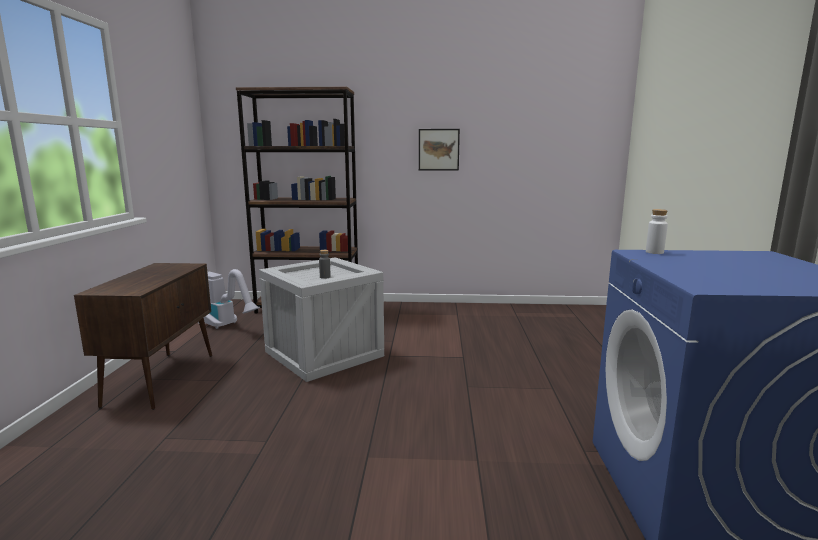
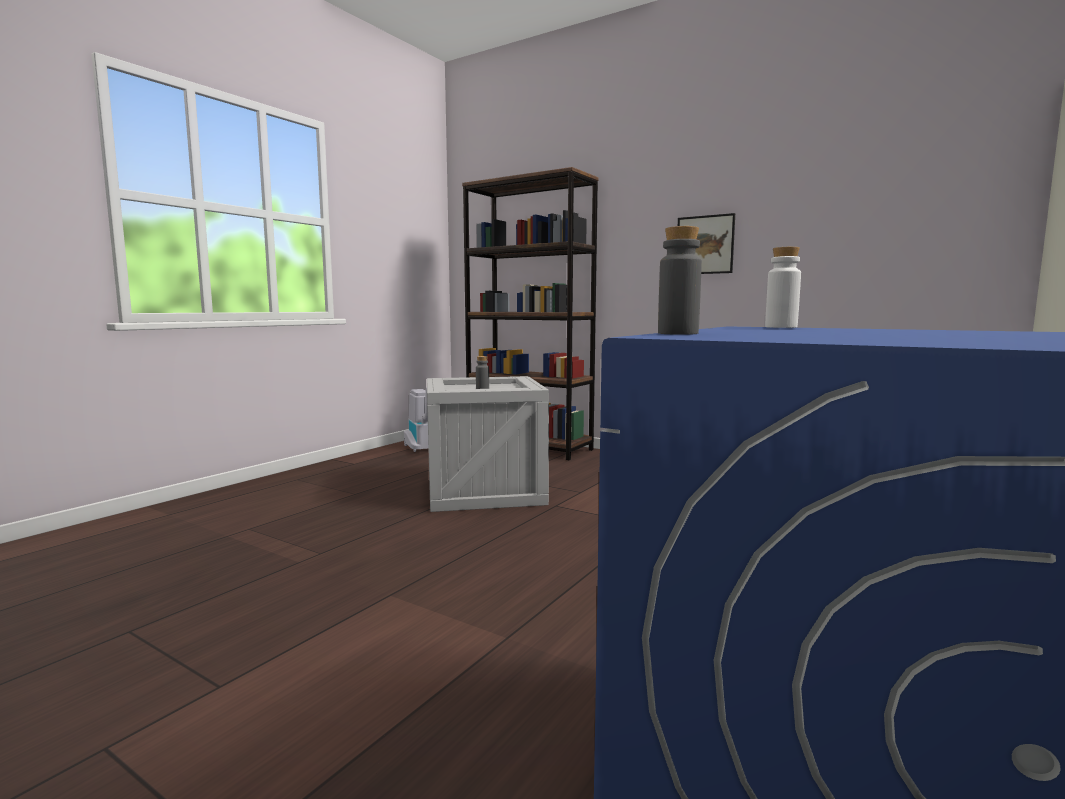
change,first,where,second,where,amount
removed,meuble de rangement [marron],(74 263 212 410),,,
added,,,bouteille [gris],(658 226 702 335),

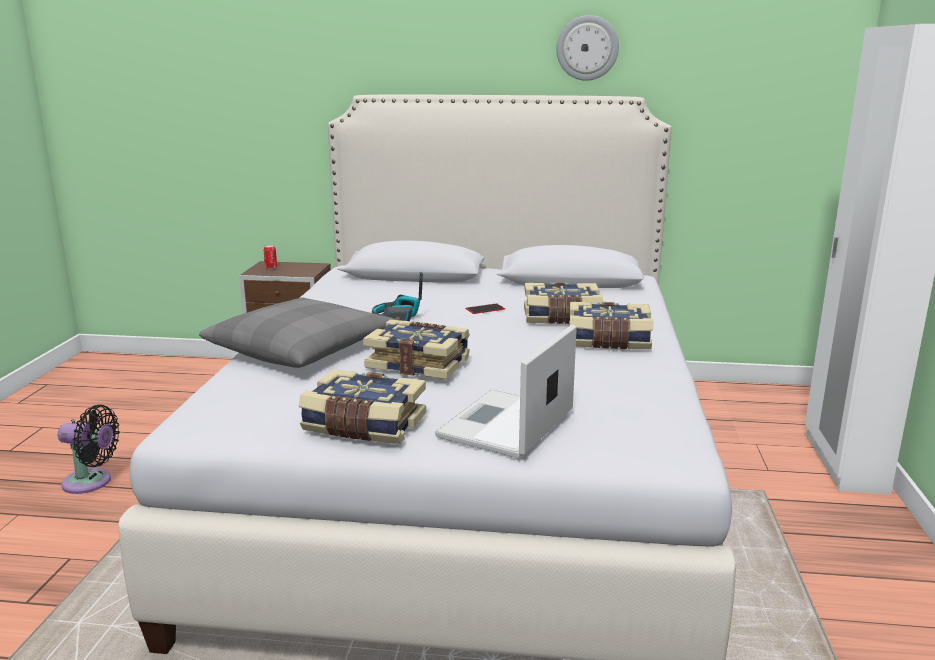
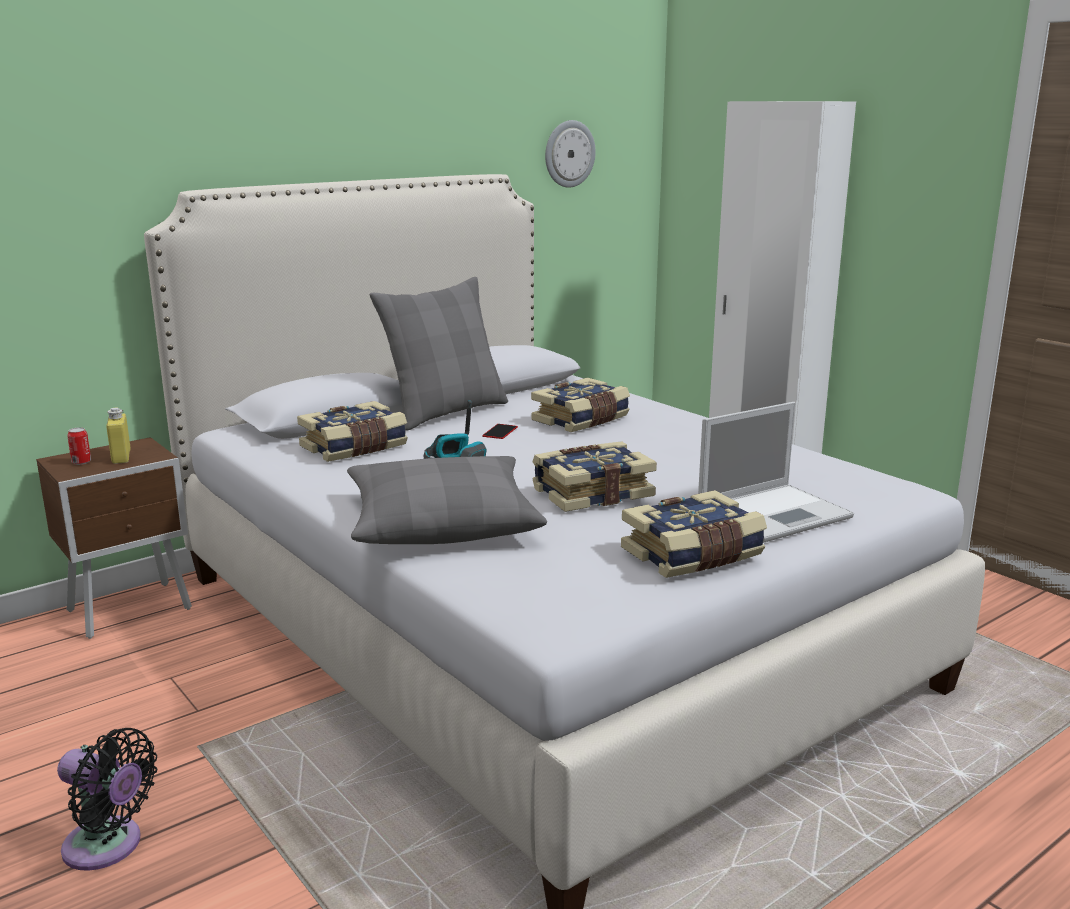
change,first,where,second,where,amount
turned,ventilateur [noir],(58 405 120 494),,(57 728 157 871),60 degrees clockwise
turned,ordinateur portable,(435 325 577 459),,(698 402 854 543),105 degrees counterclockwise
moved,horloge murale,(556 15 619 81),,(545 120 596 188),
moved,livre,(569 302 653 349),,(297 401 408 462),
added,,,bouteille [jaune],(106 408 131 464),
added,,,coussin [gris],(370 277 508 431),

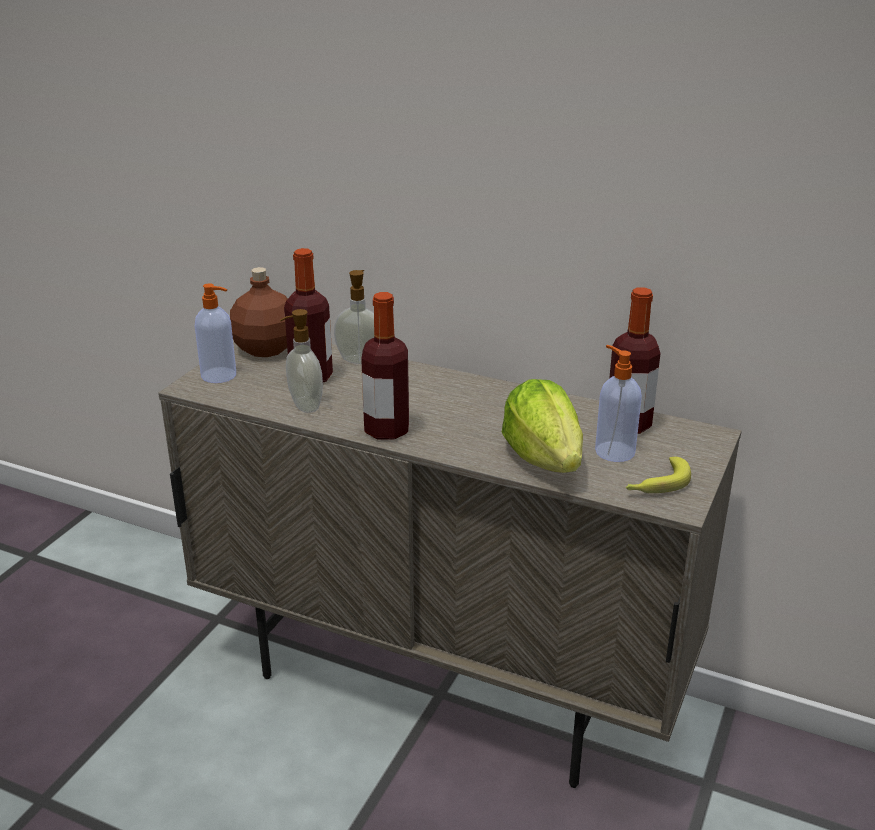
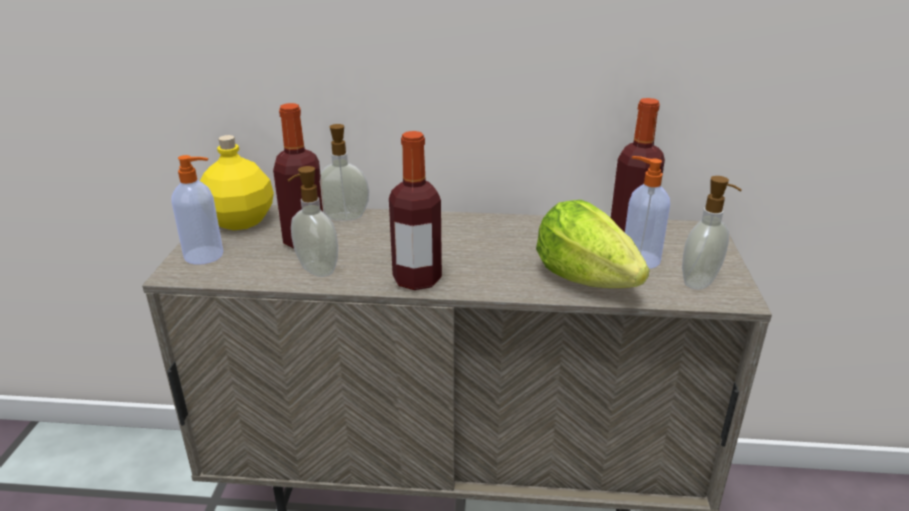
change,first,where,second,where,amount
recoloured,bouteille [marron],(230 267 288 357),bouteille [jaune],(200 135 274 230),
replaced,banane,(626 457 691 493),distributeur de savon,(682 176 742 290),

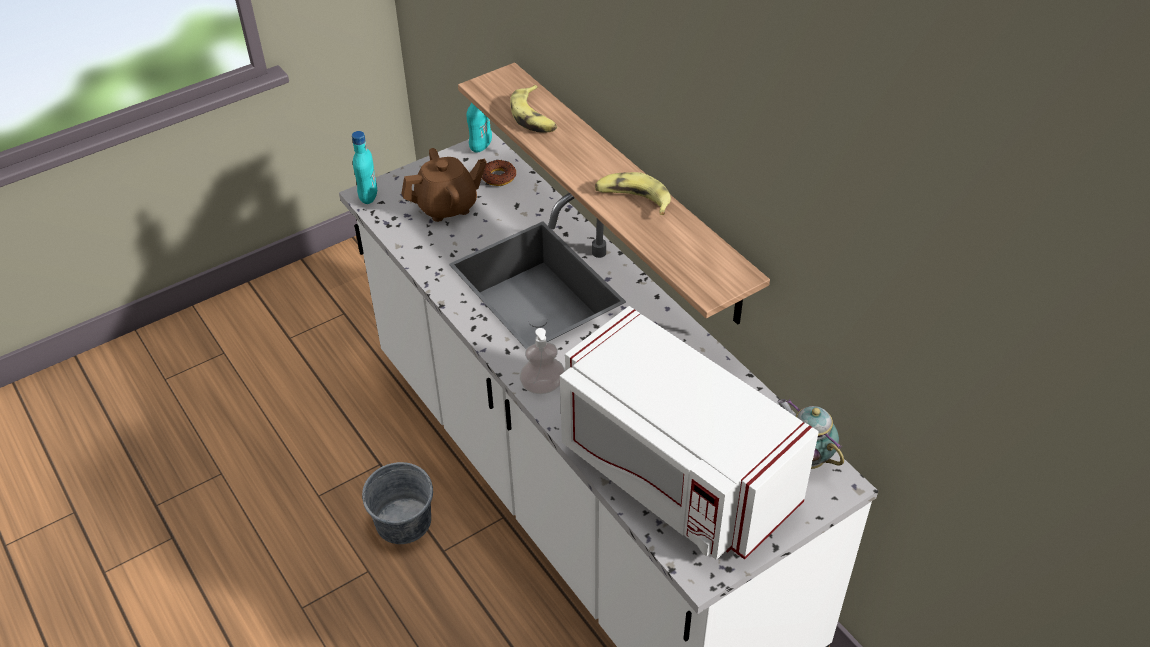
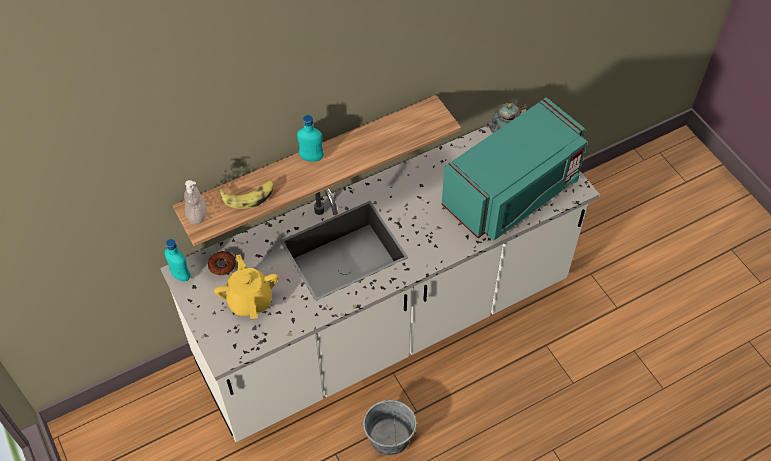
change,first,where,second,where,amount
moved,bouteille [turquoise],(352 131 377 204),,(297 115 324 162),
recoloured,théière [marron],(401 148 487 222),théière [jaune],(214 255 278 319),
moved,distributeur de savon,(520 328 565 394),,(184 180 207 225),
recoloured,micro-ondes [blanc],(560 306 819 560),micro-ondes [turquoise],(442 97 587 240),
removed,banane,(595 172 671 215),,,

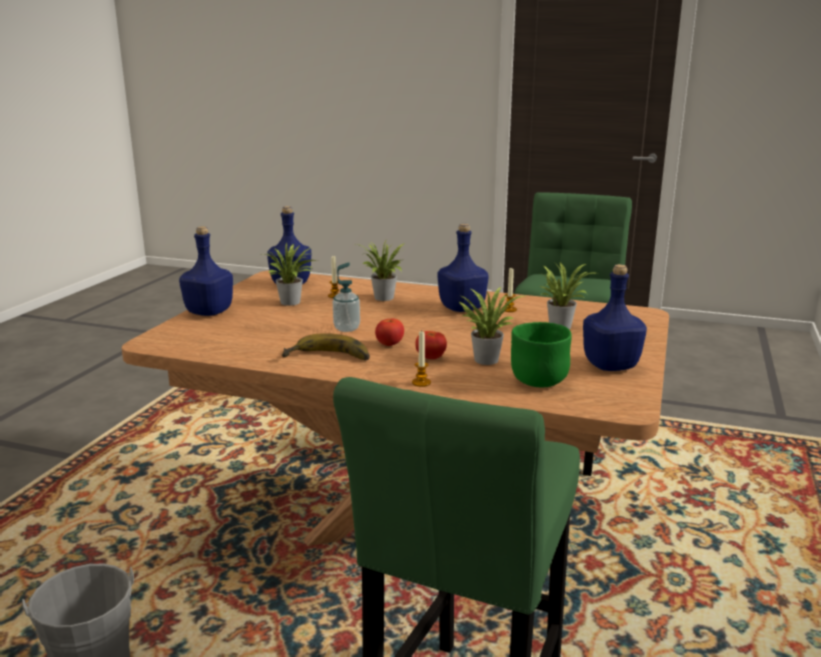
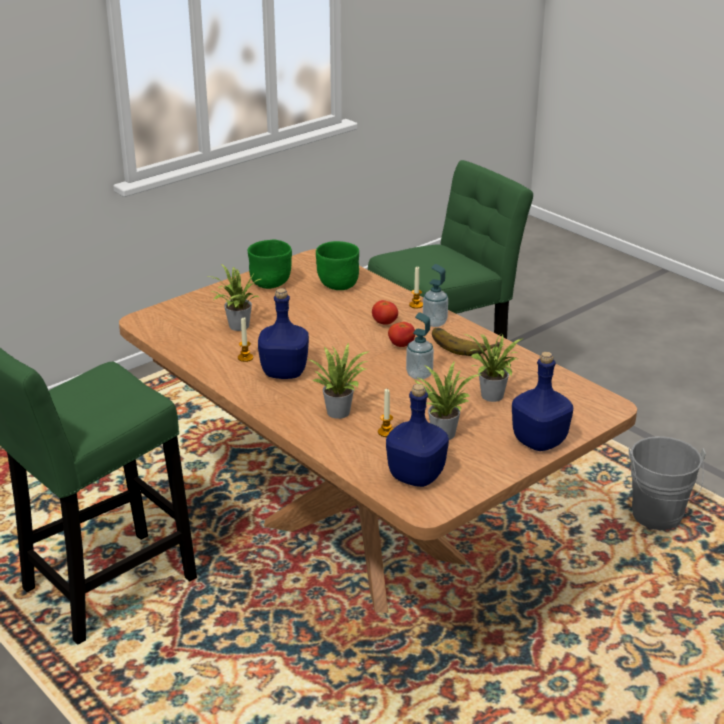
change,first,where,second,where,amount
moved,plante en pot,(459 287 525 365),,(465 334 524 402),
replaced,bouteille [bleu],(583 264 647 371),bol [vert],(248 239 292 289),
added,,,distributeur de savon,(423 264 448 327),

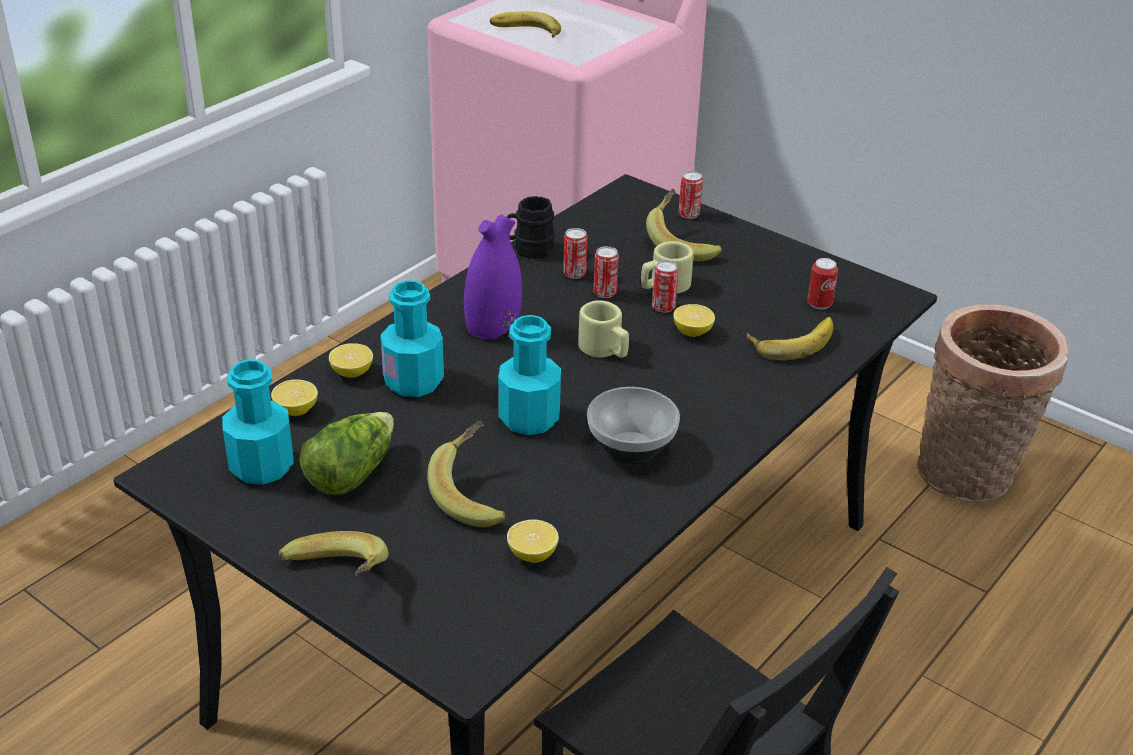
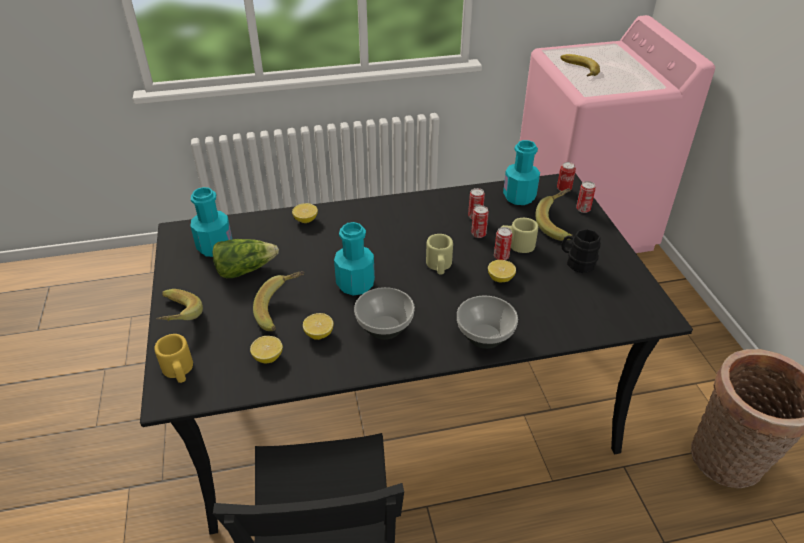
change,first,where,second,where,amount
moved,citron,(271 379 318 416),,(303 313 334 340),
moved,bouteille [turquoise],(380 280 444 397),,(503 140 540 205),
removed,vase [violet],(464 215 522 340),,,
moved,mug [noir],(506 196 555 259),,(561 229 601 273),
removed,banane,(746 317 833 360),,,
moved,boîte métallique,(807 258 838 310),,(557 162 576 193),
added,,,mug [jaune],(154 334 193 383),
added,,,bol,(457 295 518 349),

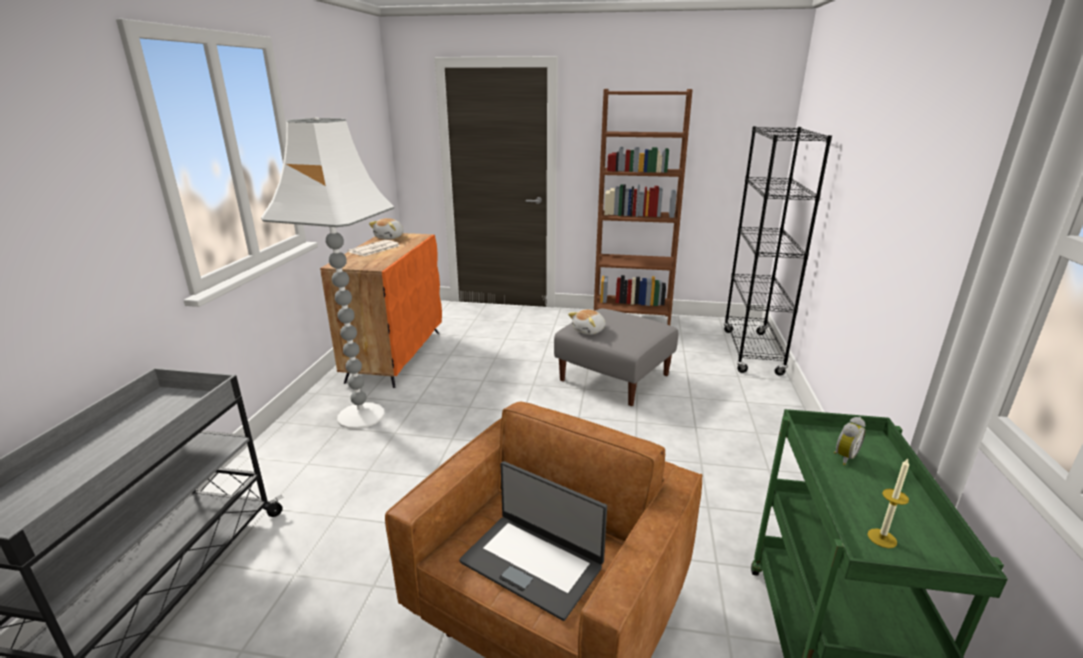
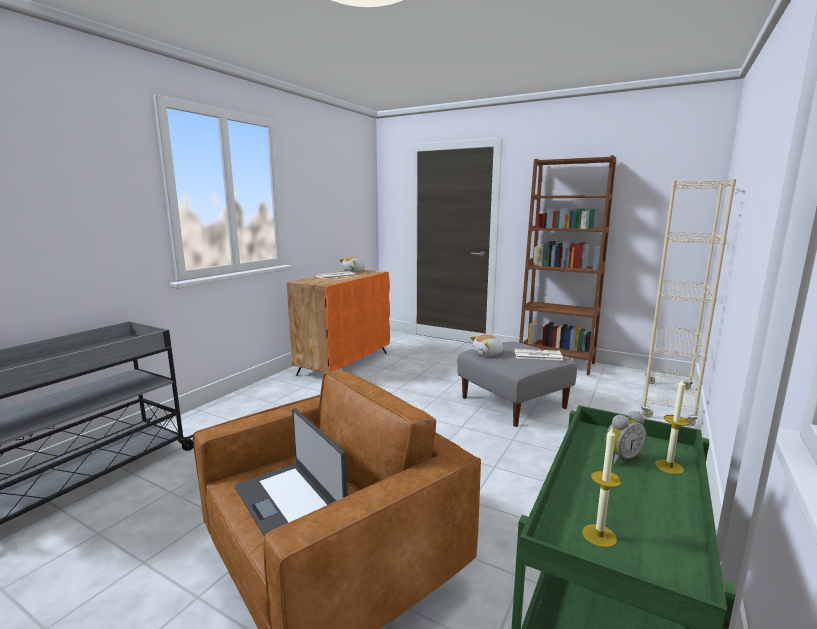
change,first,where,second,where,amount
removed,lampadaire [blanc],(261 117 394 429),,,
recoloured,bibliothèque [noir],(724 126 832 376),bibliothèque [beige],(641 179 736 426),
added,,,journal,(515 349 563 360),
added,,,bougie,(655 379 689 475),

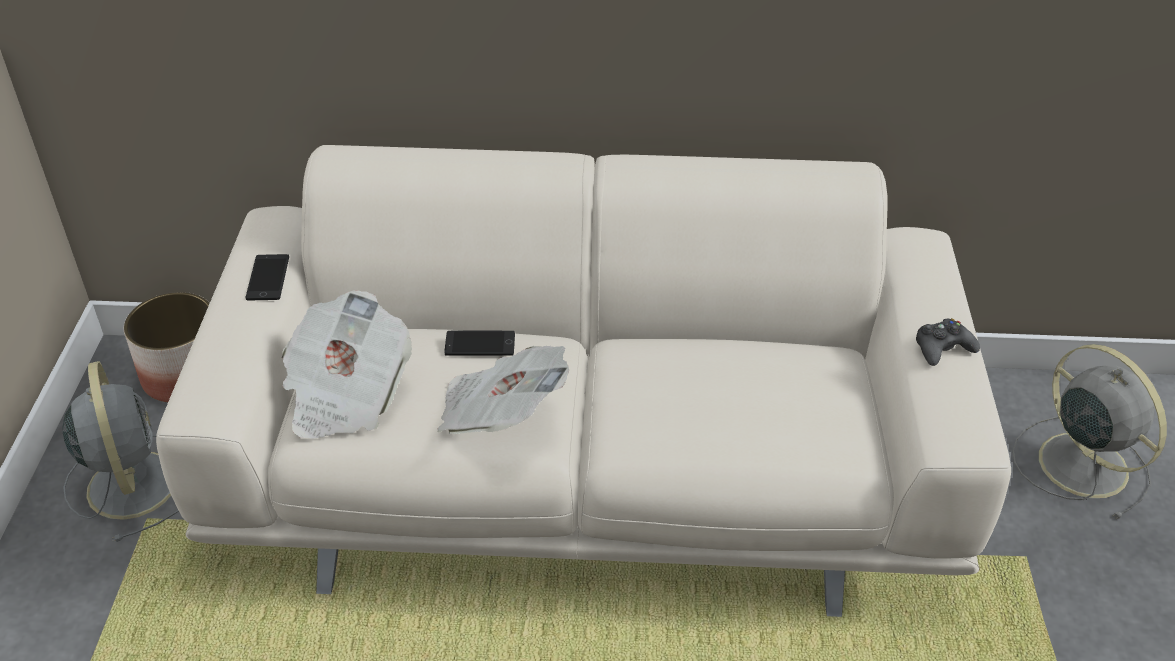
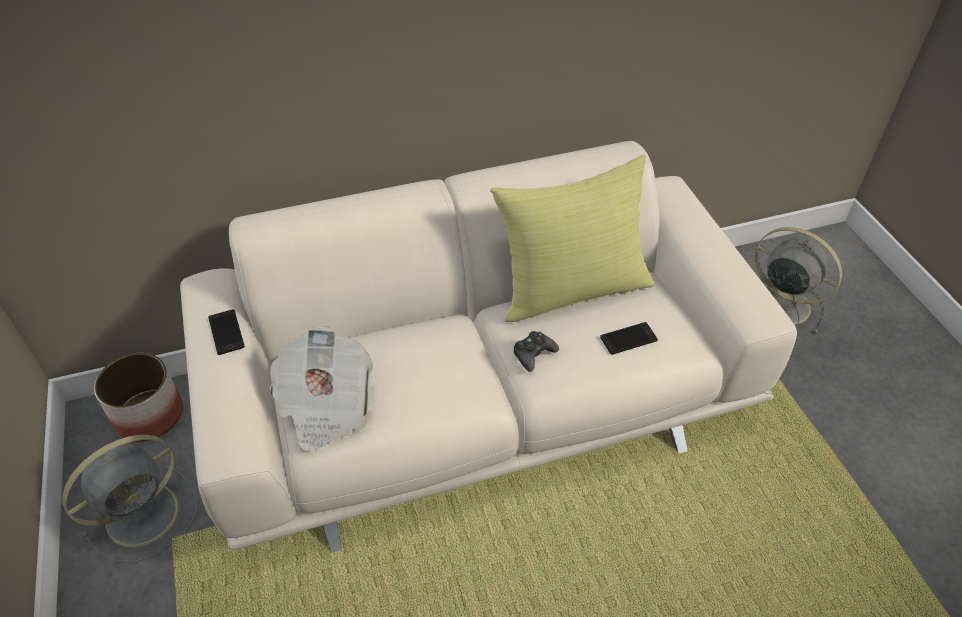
change,first,where,second,where,amount
turned,ventilateur [gris],(62 361 179 542),,(62 435 197 562),90 degrees clockwise
removed,journal,(437 346 569 434),,,
moved,téléphone,(444 331 515 356),,(600 322 658 355),
moved,manette [noir],(916 318 980 366),,(514 331 559 372),
added,,,coussin [jaune],(490 154 655 322),

